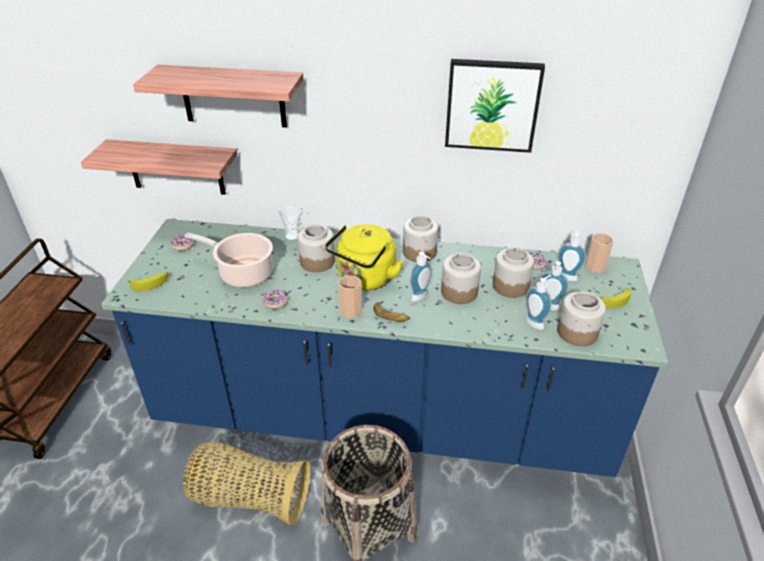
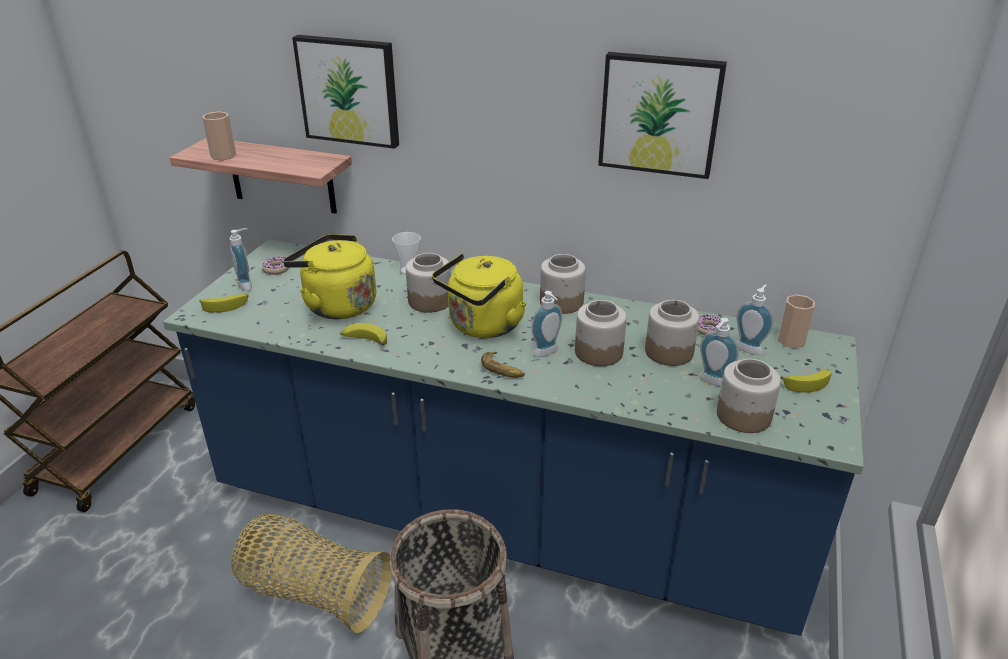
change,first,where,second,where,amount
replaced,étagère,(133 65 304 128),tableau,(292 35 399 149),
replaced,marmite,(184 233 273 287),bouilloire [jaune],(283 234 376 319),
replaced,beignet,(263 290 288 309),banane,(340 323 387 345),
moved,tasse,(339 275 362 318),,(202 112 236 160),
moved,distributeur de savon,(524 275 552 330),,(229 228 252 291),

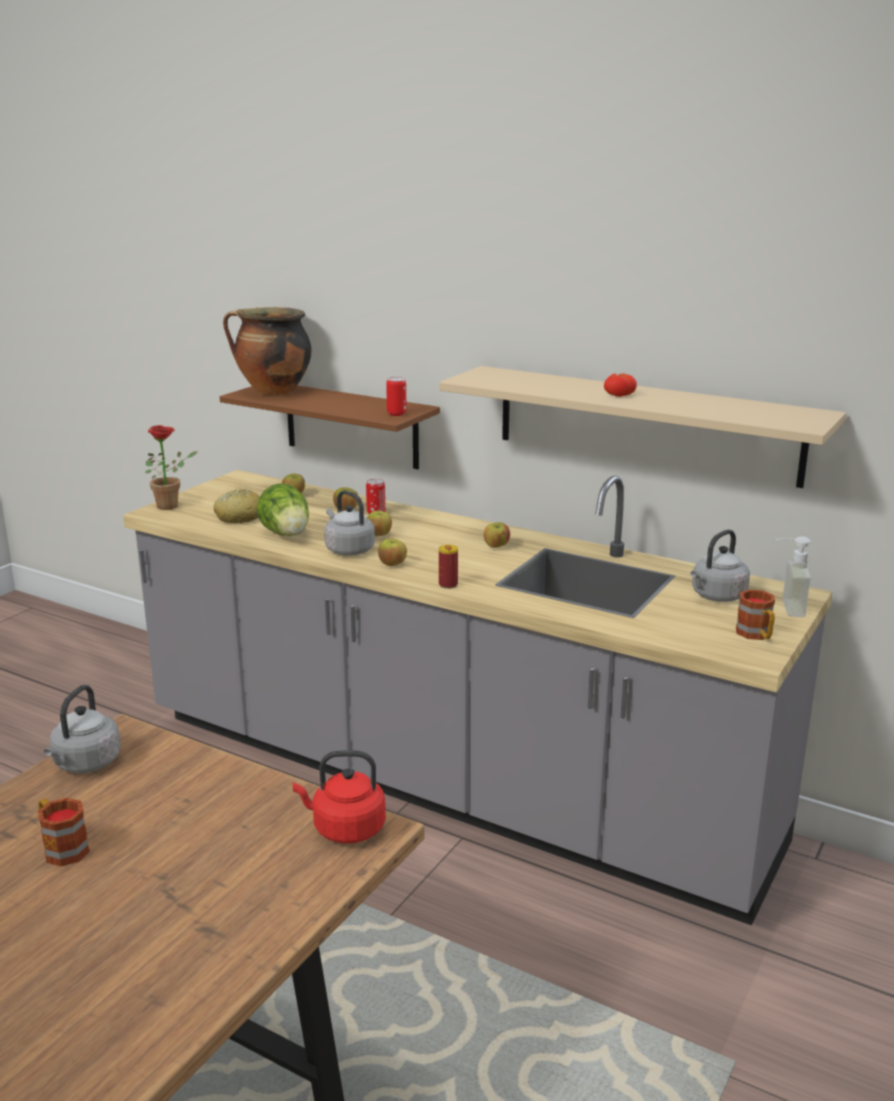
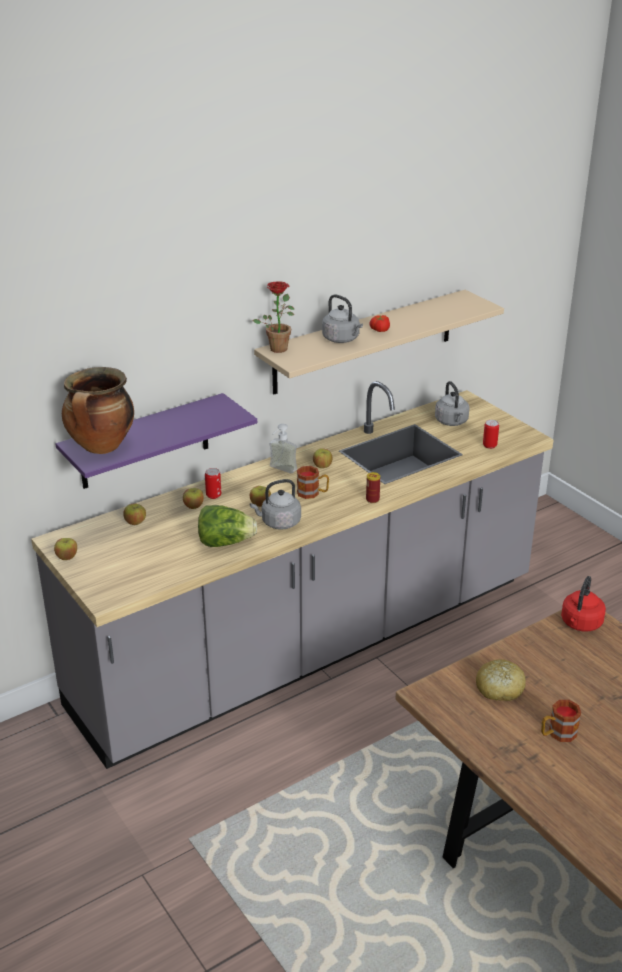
change,first,where,second,where,amount
moved,bouilloire [gris],(44 685 121 773),,(322 294 363 343),
moved,plante en pot,(145 425 198 510),,(253 282 294 353),
moved,pain,(214 489 260 523),,(476 659 526 701),
recoloured,étagère [marron],(220 385 440 469),étagère [violet],(56 393 257 489),
moved,pomme,(378 539 407 566),,(54 538 77 560),
moved,boîte métallique,(386 377 406 416),,(483 420 499 449),
moved,mug,(736 589 775 640),,(297 466 329 499),
moved,distributeur de savon,(774 536 811 617),,(269 424 297 474),

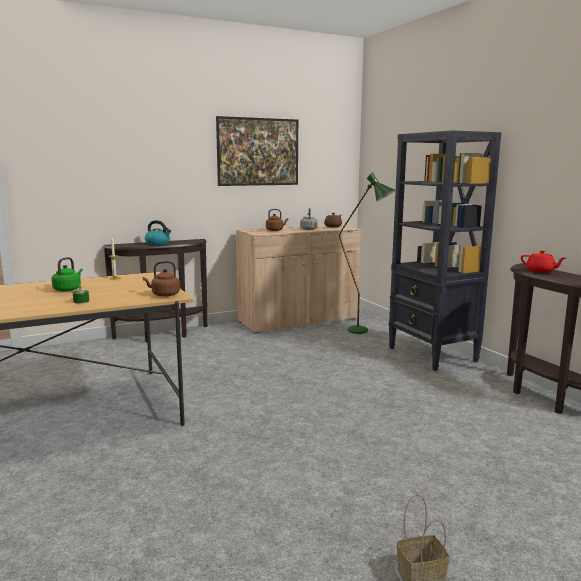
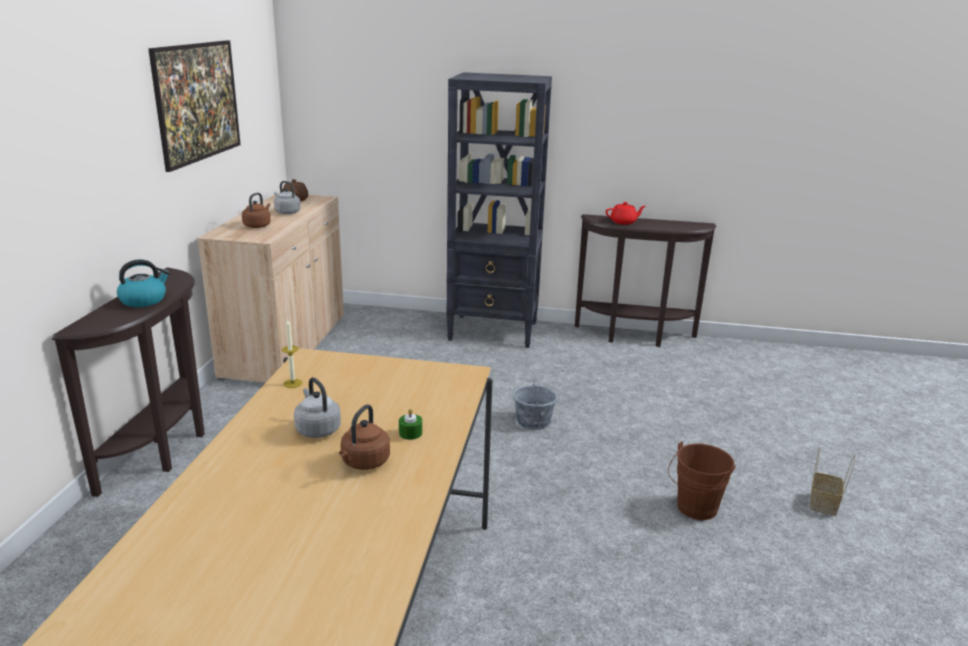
change,first,where,second,where,amount
recoloured,bouilloire [vert],(51 257 83 292),bouilloire [gris],(294 377 341 438),
moved,bouilloire [marron],(143 261 180 297),,(339 404 390 470),
removed,lampadaire [vert],(339 172 395 334),,,
added,,,seau [gris],(513 373 557 430),
added,,,seau [marron],(668 441 736 520),

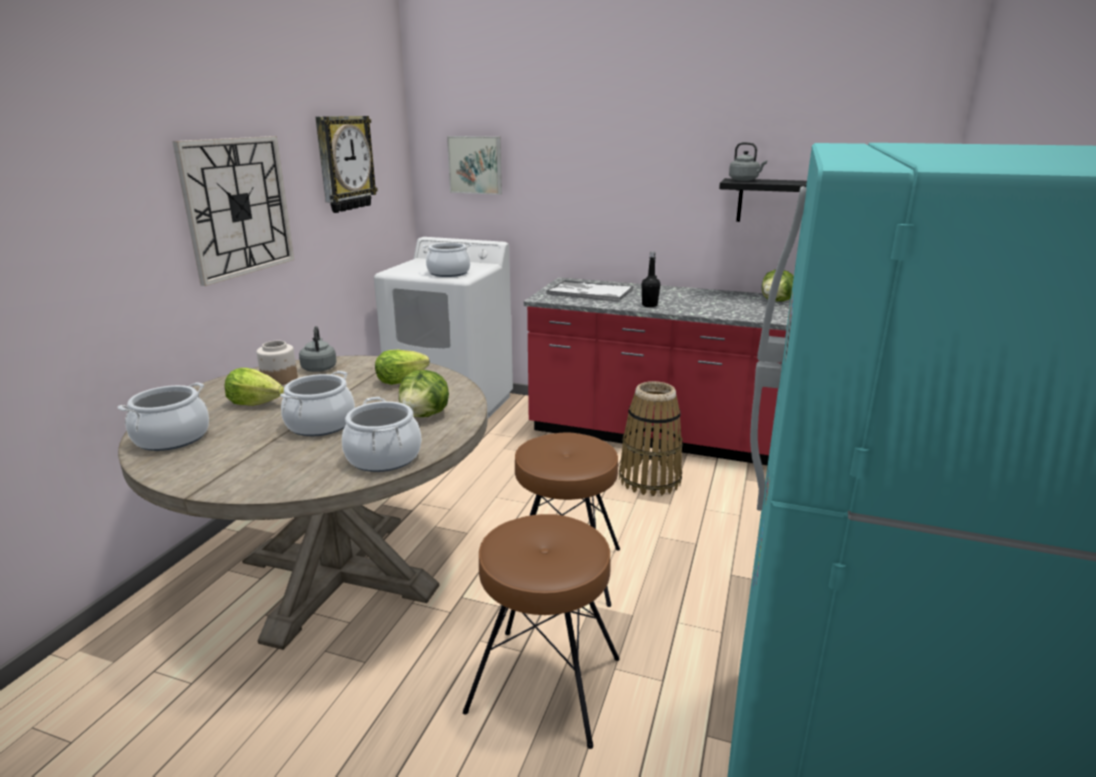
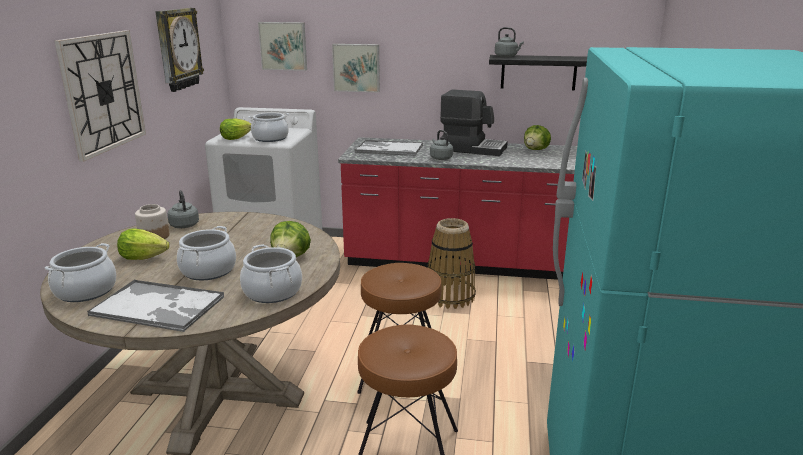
change,first,where,second,where,amount
moved,laitue,(375 350 430 385),,(220 118 251 140),
replaced,bouteille [noir],(641 251 660 307),bouilloire [gris],(430 130 453 160),
added,,,plateau,(87 280 224 332),
added,,,tableau,(332 44 380 92),
added,,,machine à café,(440 89 508 156),

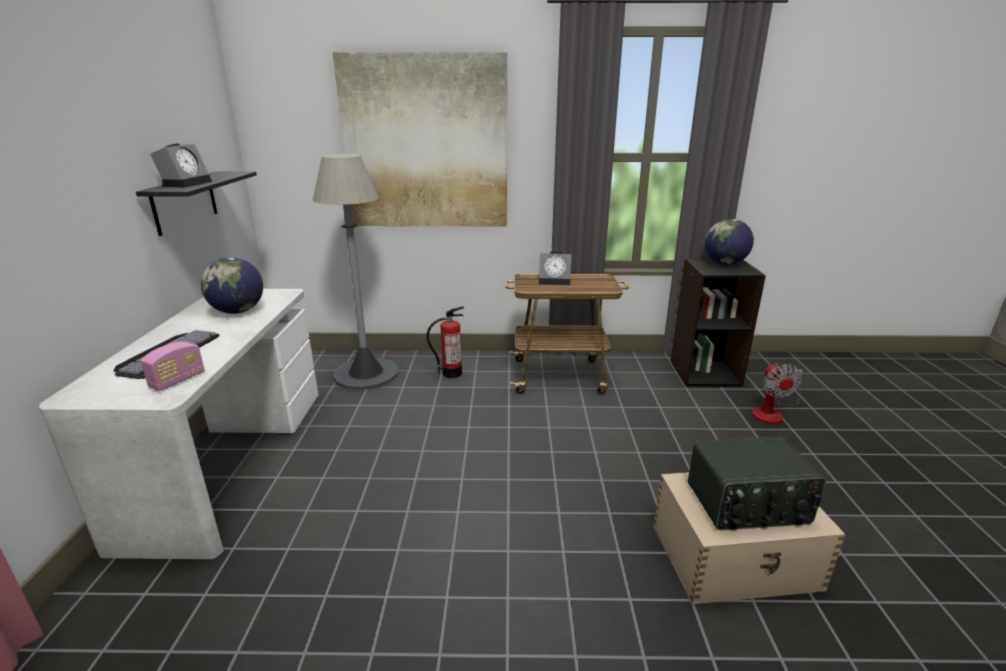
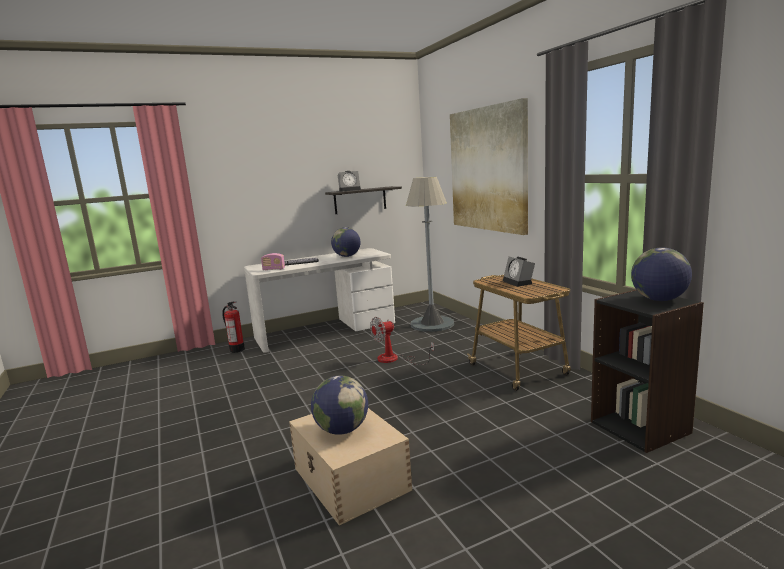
change,first,where,second,where,amount
moved,extincteur,(426 306 464 378),,(222 302 245 353),
replaced,radio,(688 437 826 530),globe,(311 376 368 435),
moved,ventilateur,(752 363 803 424),,(370 317 434 365),

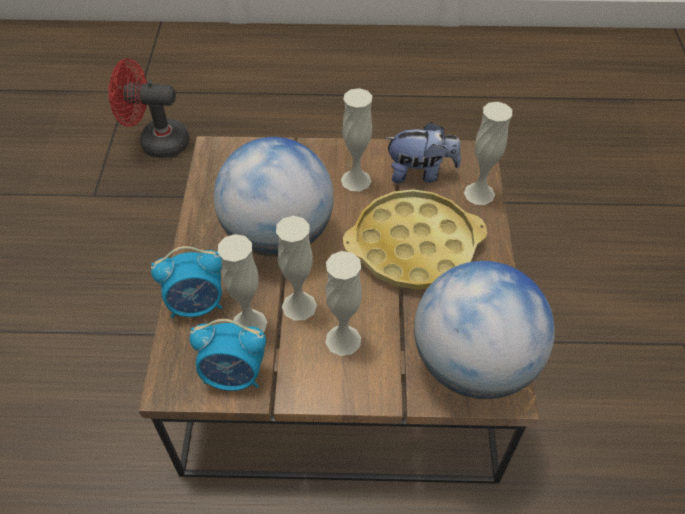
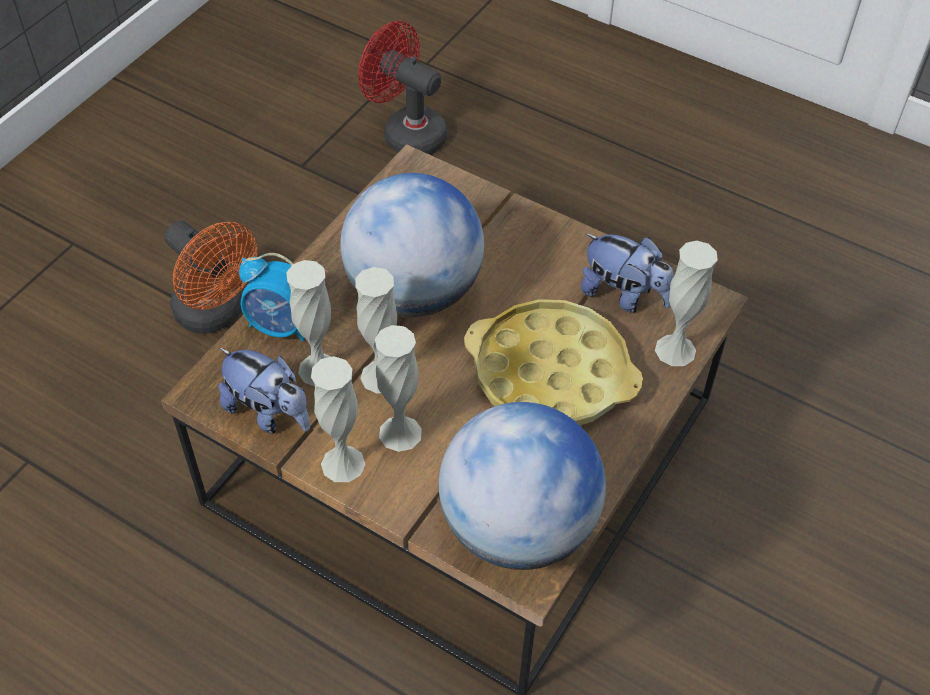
change,first,where,second,where,amount
replaced,réveil,(190 319 266 391),peluche,(219 348 310 434),
moved,vase [blanc],(341 88 372 191),,(311 356 365 482),
added,,,ventilateur [orange],(165 221 258 334),

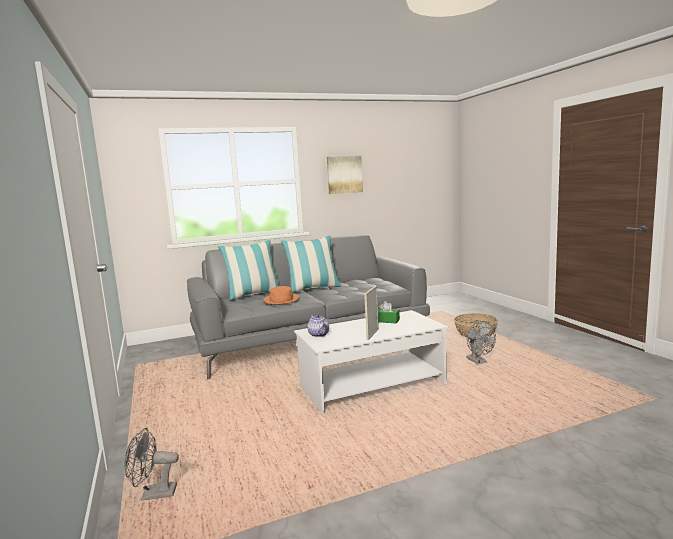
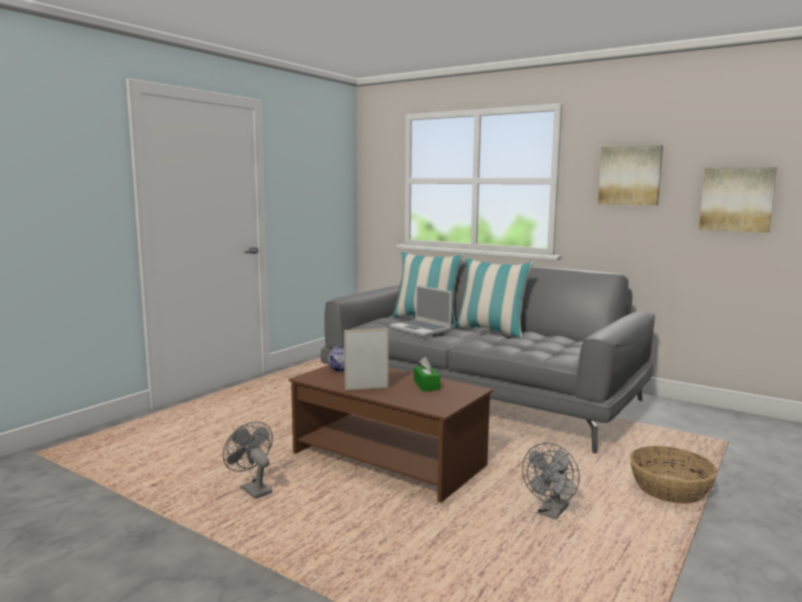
change,first,where,second,where,amount
moved,ventilateur [gris],(124 428 179 501),,(223 422 273 499),
replaced,chapeau [orange],(264 286 299 305),ordinateur portable,(390 285 452 337),
recoloured,table basse [blanc],(294 310 448 414),table basse [marron],(289 365 493 503),
added,,,tableau,(699 167 777 233),

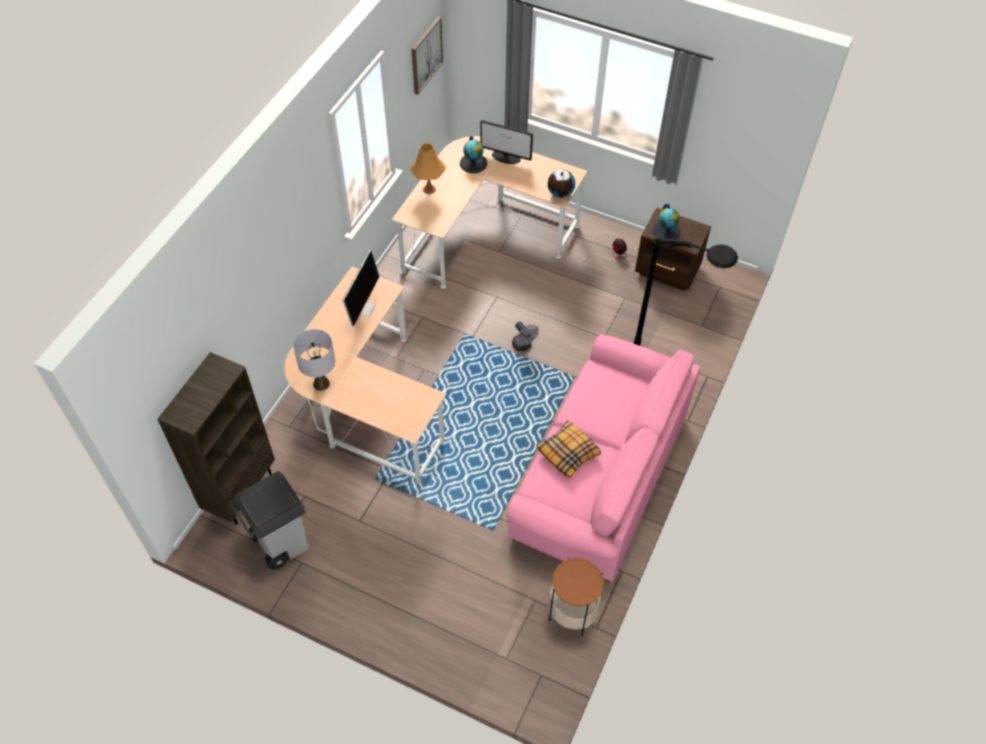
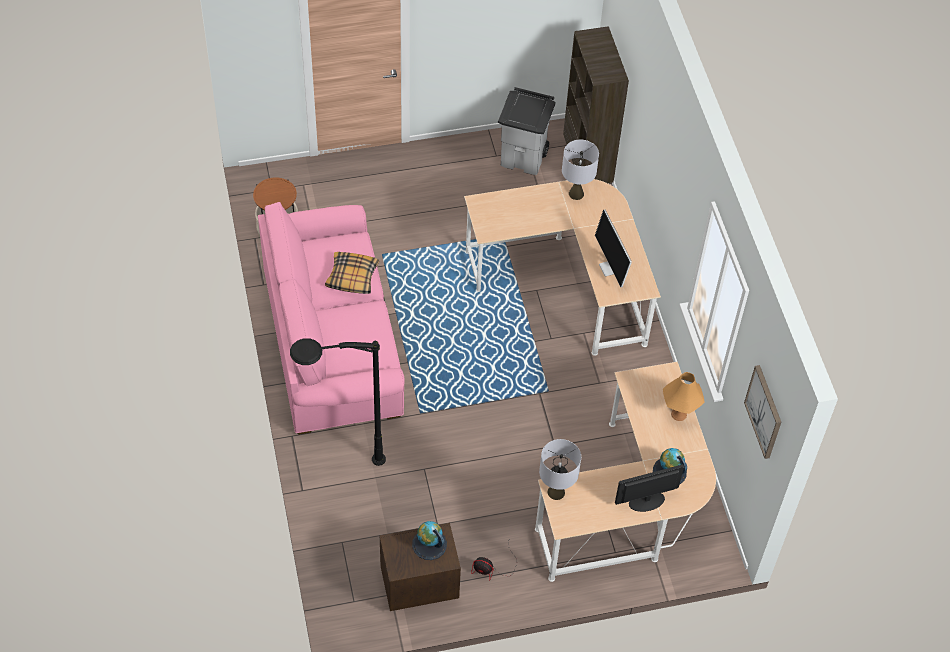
change,first,where,second,where,amount
removed,ventilateur [gris],(512 321 539 351),,,
replaced,globe,(548 170 575 198),lampe de table [gris],(539 439 581 500),

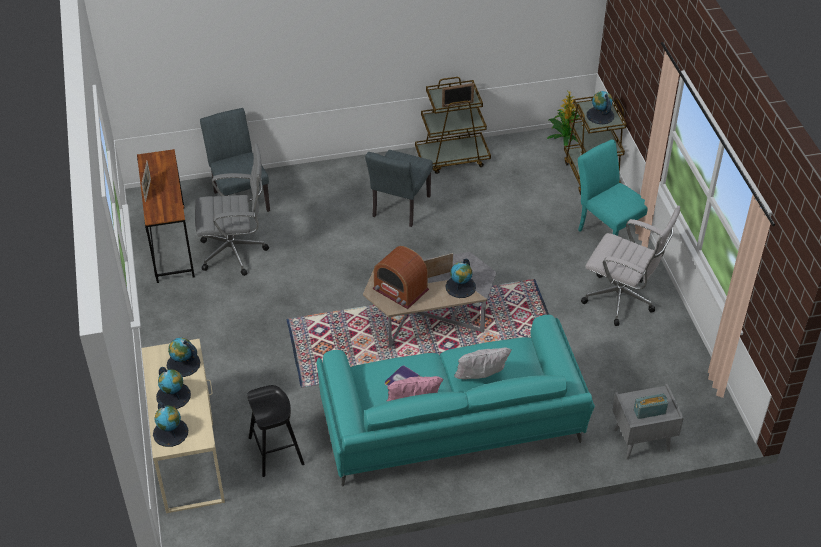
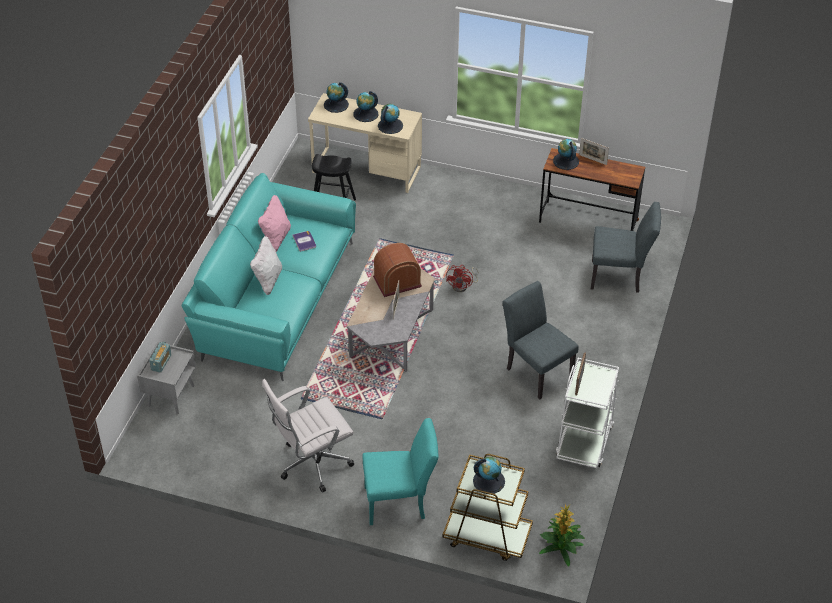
change,first,where,second,where,amount
removed,chaise de bureau [gris],(195 143 269 276),,,
recoloured,chariot [marron],(415 77 491 174),chariot [blanc],(556 358 619 468),
moved,globe,(445 259 476 298),,(553 139 579 170),
added,,,ventilateur [rouge],(446 265 479 292),

